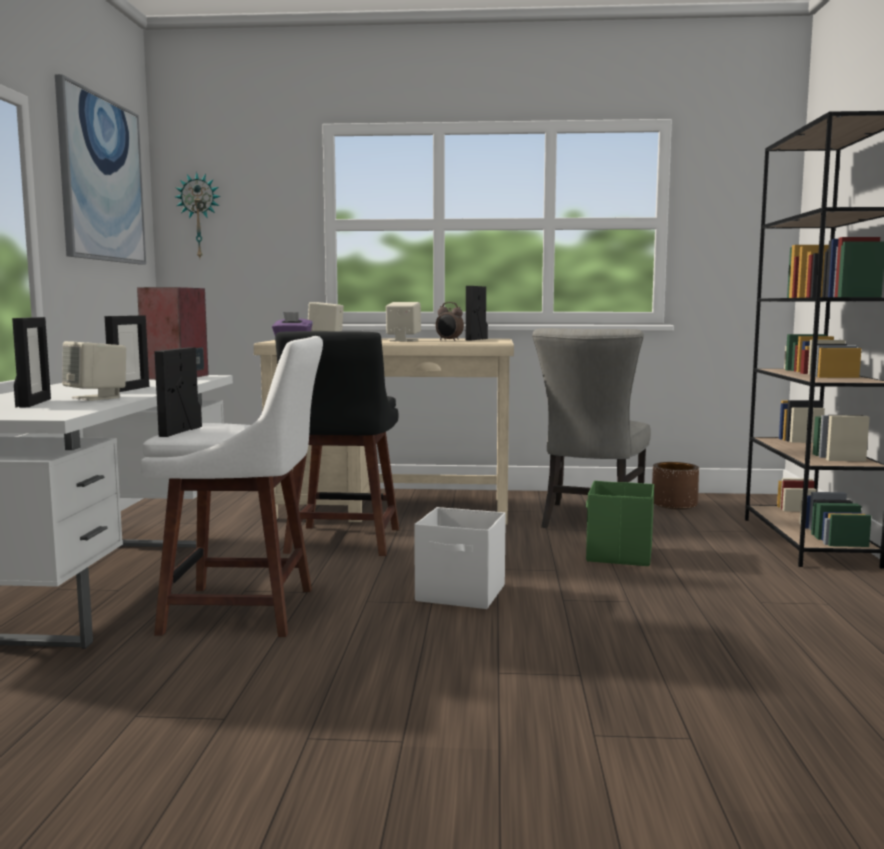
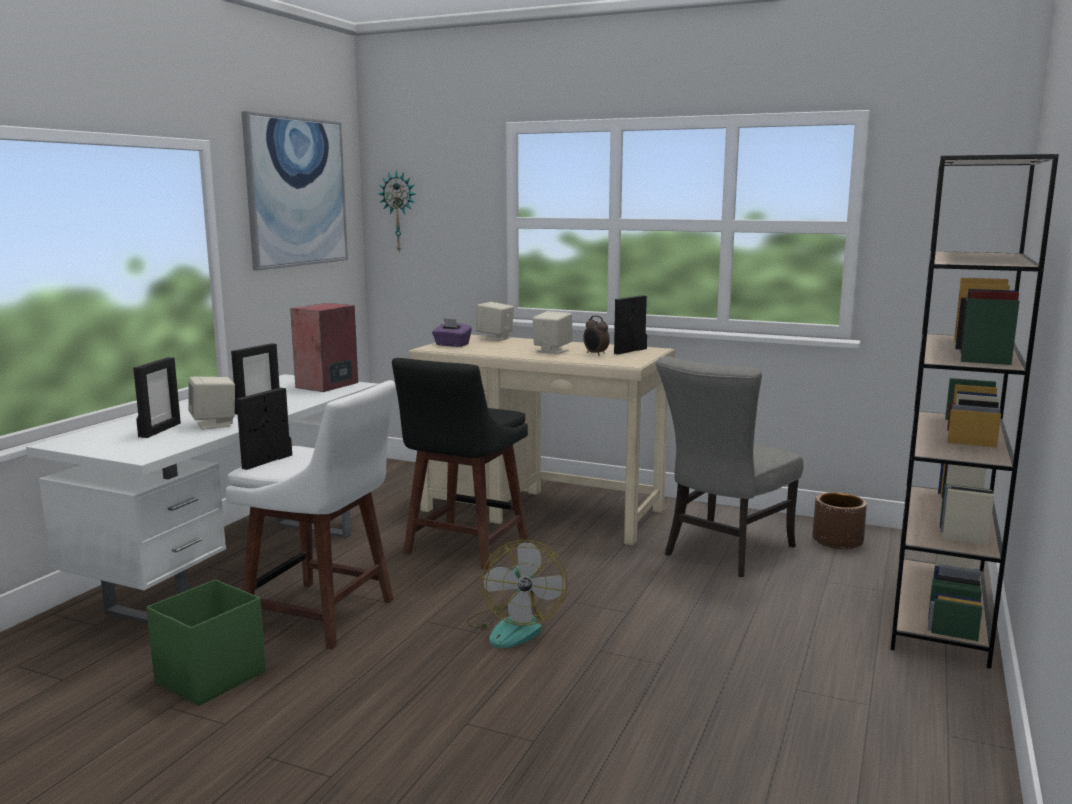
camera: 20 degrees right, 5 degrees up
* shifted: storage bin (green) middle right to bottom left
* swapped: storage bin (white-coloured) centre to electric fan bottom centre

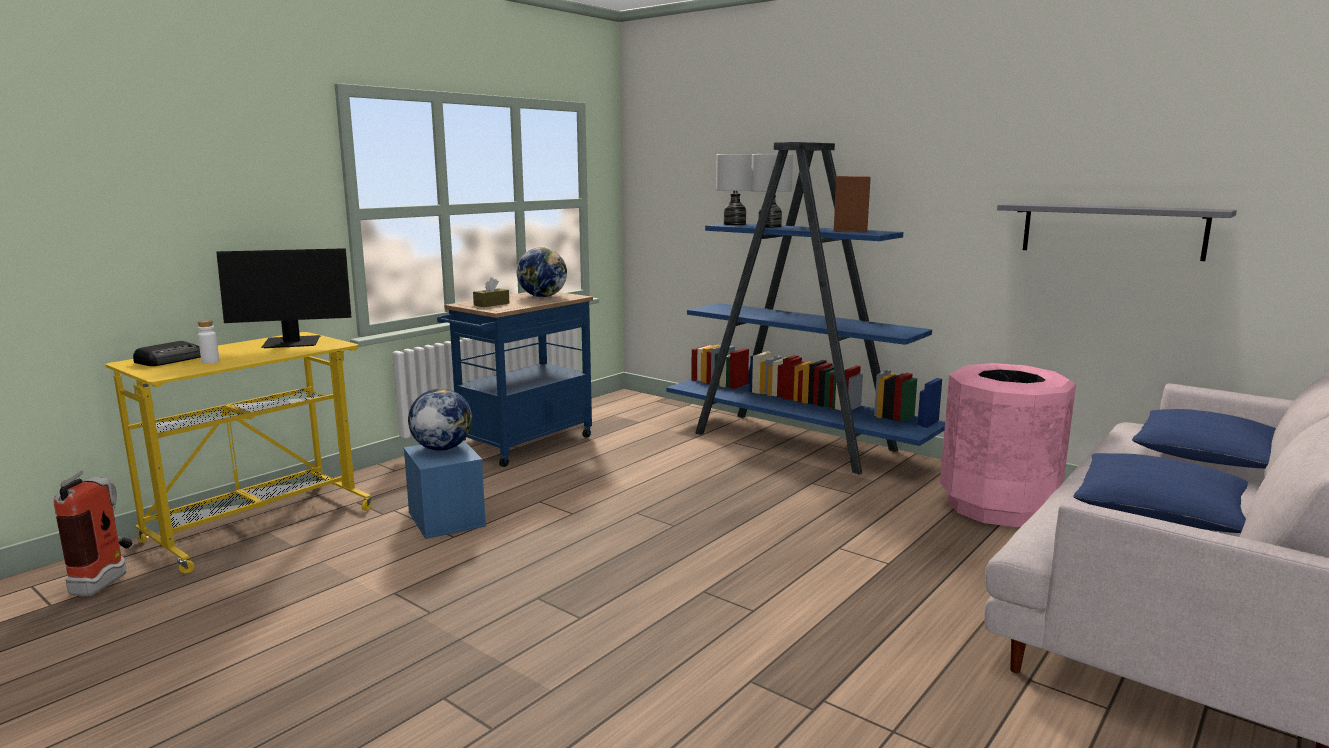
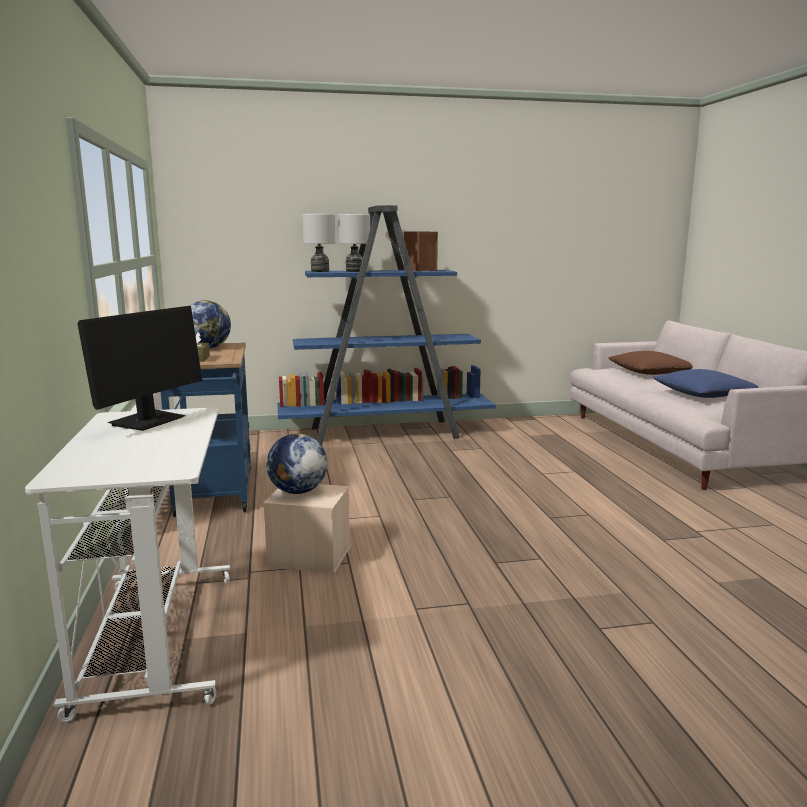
camera: 50 degrees left, 0 degrees up
* repainted: desk (yellowish) middle left to desk (white-coloured) bottom left
* repainted: storage bin (blue-coloured) centre to storage bin (beige-coloured) centre
* repainted: throw pillow (blue-coloured) (no. 2 from left) middle right to throw pillow (brown-coloured) middle right
* gone: fire extinguisher bottom left
* gone: radio receiver middle left
* gone: bottle (white-coloured) middle left
* gone: waste bin (pink) middle right
* gone: shelf (gray) top right

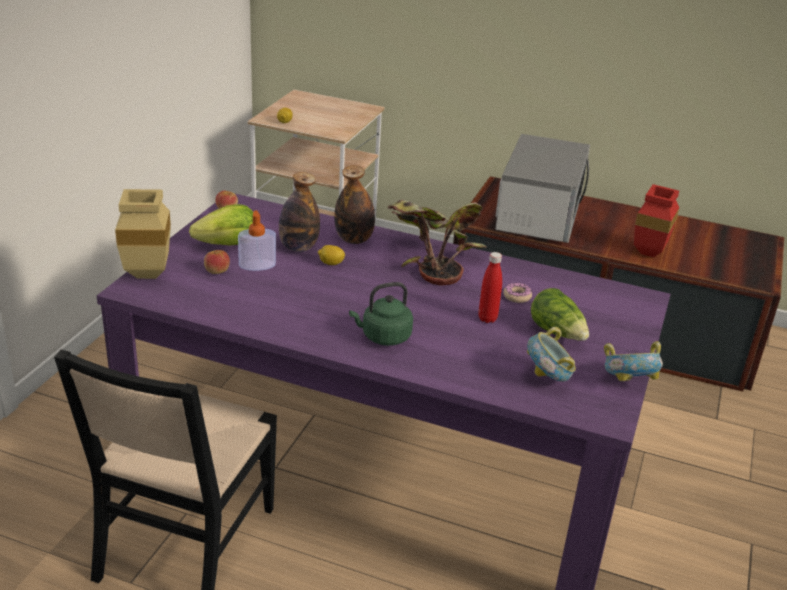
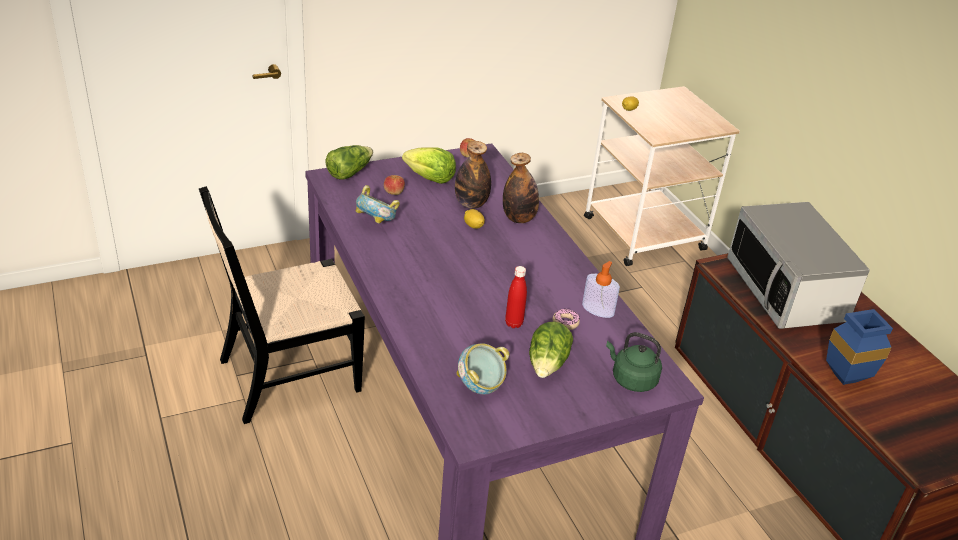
camera: 45 degrees right, 5 degrees up
* swapped: vase (beige-coloured) middle left to lettuce (no. 1 from left) top centre
* shifted: deep dish (no. 2 from left in the first image) middle right to deep dish (no. 1 from left) centre
* shifted: soap dispenser middle left to centre
* shifted: kettle (green) centre to bottom centre
* rotated: kitchen microwave top right = middle right 105 degrees clockwise
* repainted: vase (red-coloured) middle right to vase (blue-coloured) middle right
* gone: potted plant centre

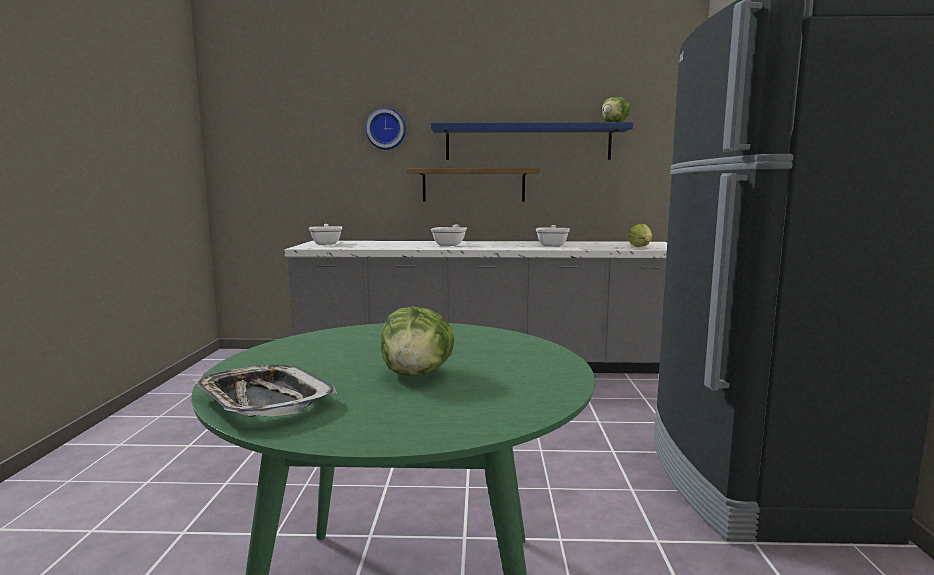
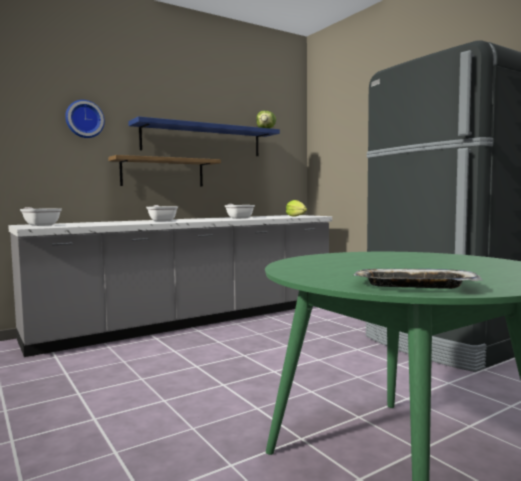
camera: 35 degrees left, 5 degrees down
* gone: lettuce (no. 1 from left) centre

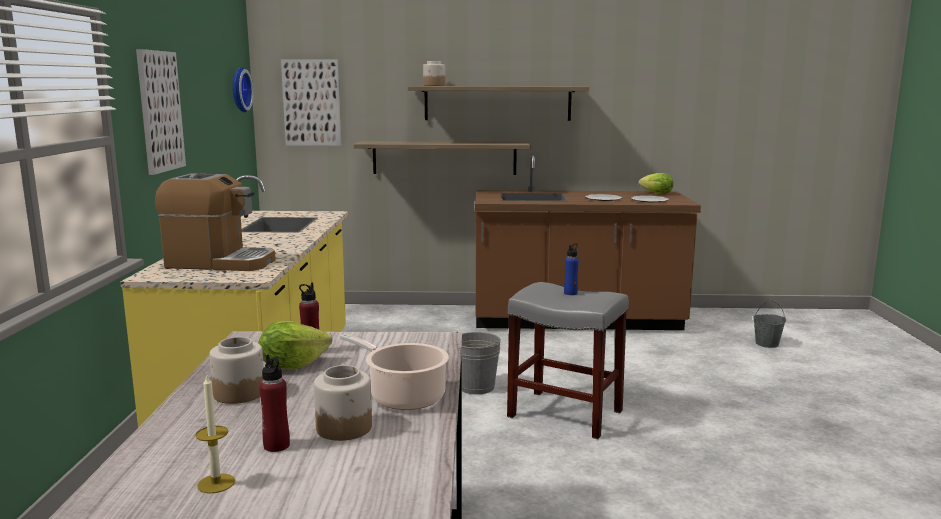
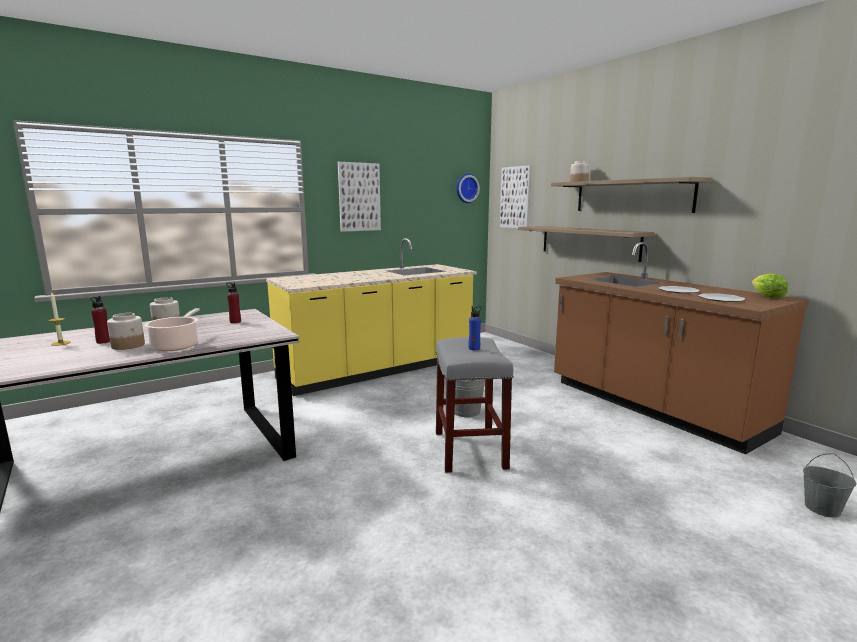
camera: 55 degrees right, 0 degrees up
* gone: coffee maker middle left
* gone: lettuce (no. 1 from left) middle left

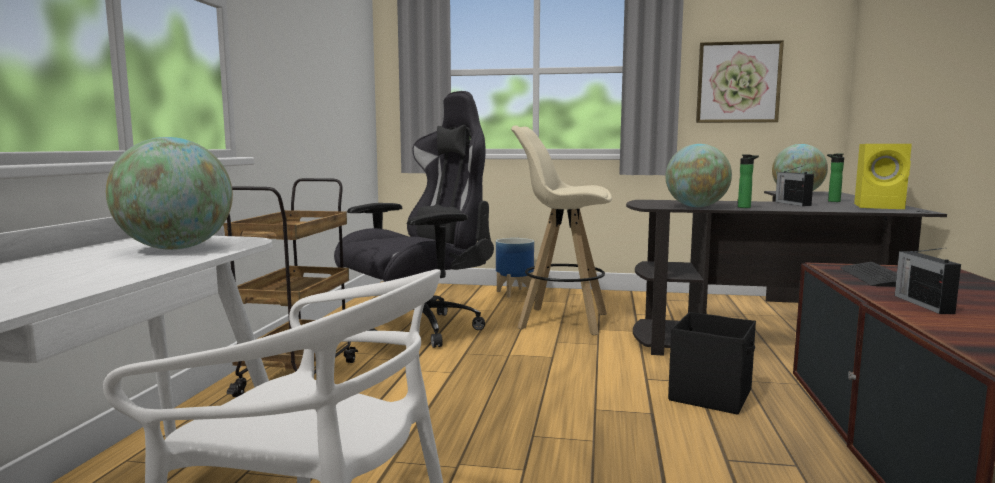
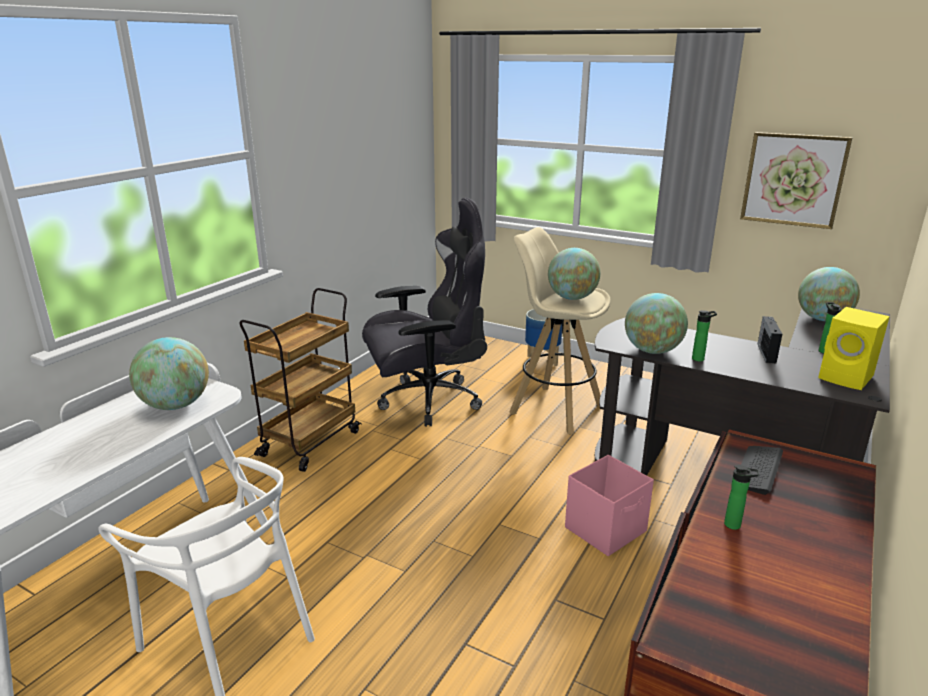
camera: 20 degrees right, 15 degrees up
* new: desk globe (no. 2 from left) centre
* repainted: storage bin (blackish) bottom right to storage bin (pink) bottom centre
* swapped: radio receiver (no. 2 from left) middle right to bottle (no. 2 from left) bottom right

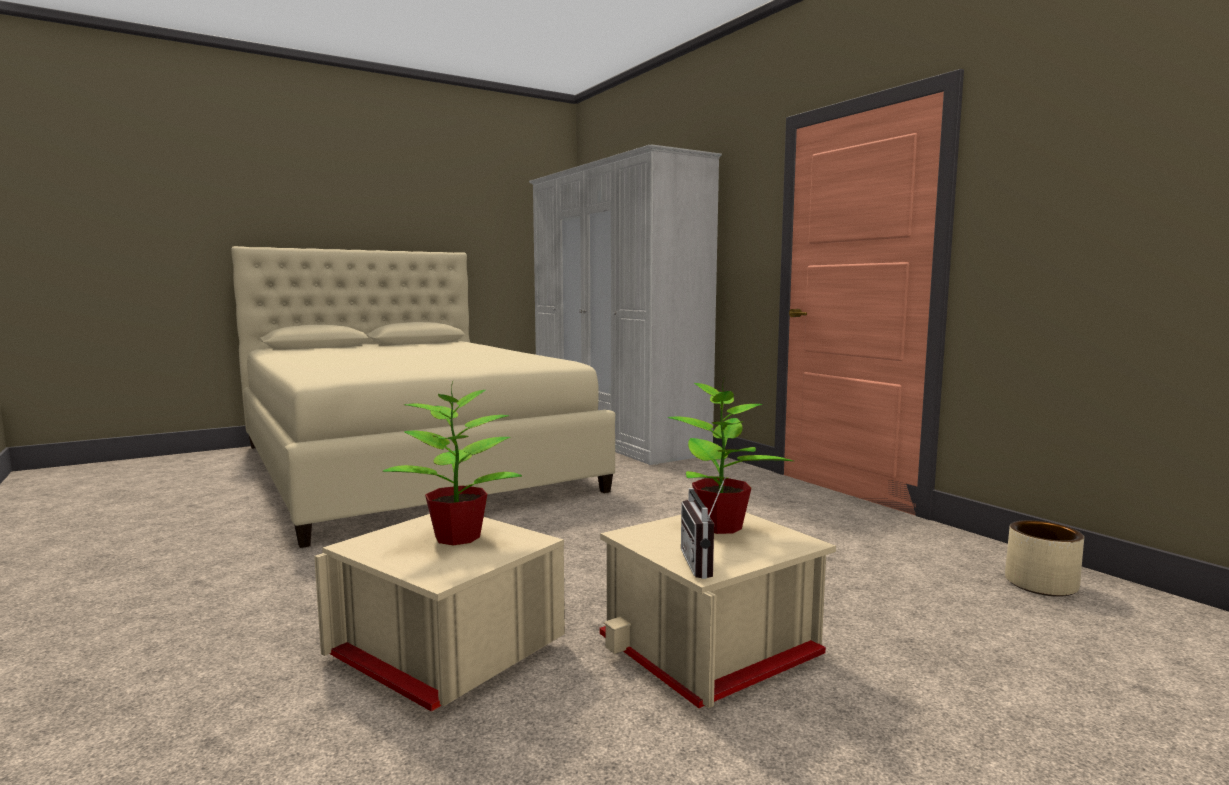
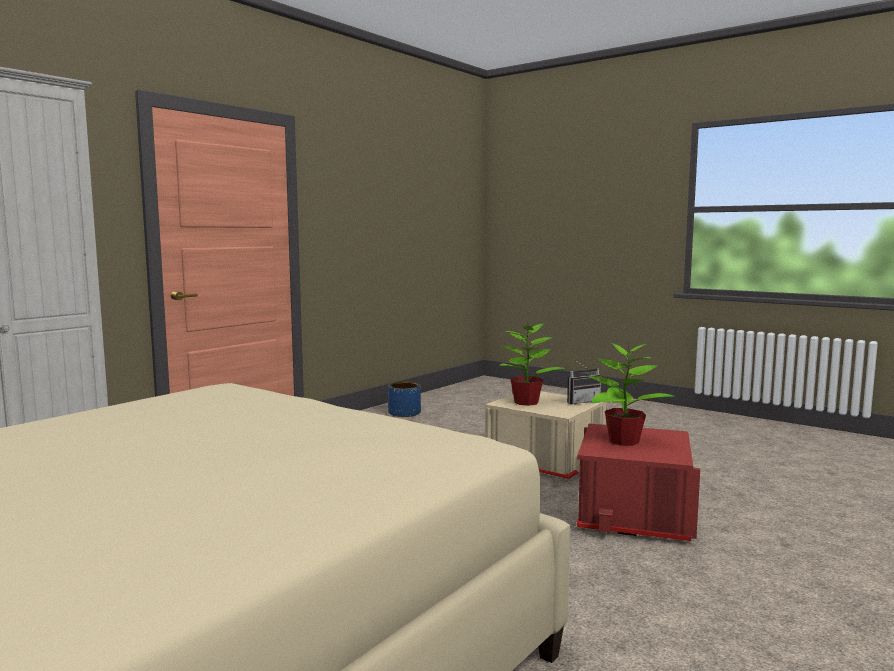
camera: 110 degrees left, 0 degrees up
* repainted: flower pot (beige-coloured) bottom right to flower pot (blue-coloured) centre
* repainted: storage bin (beige-coloured) (no. 1 from left) bottom centre to storage bin (red-coloured) bottom right

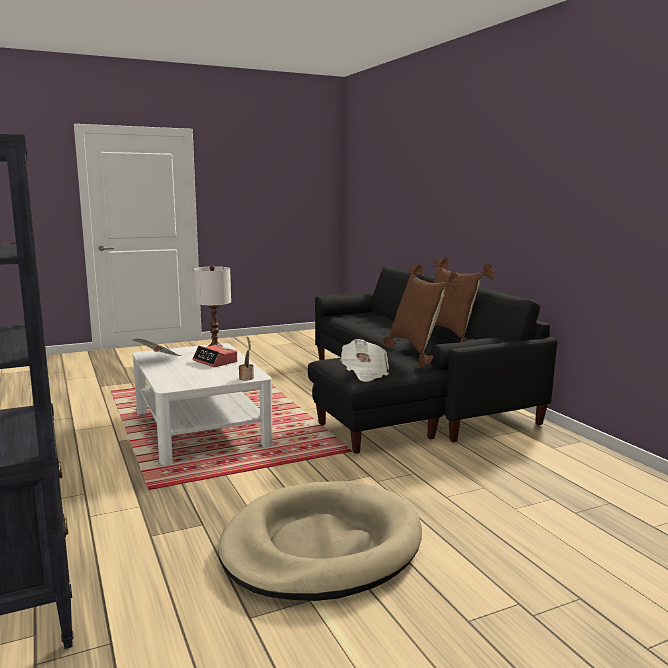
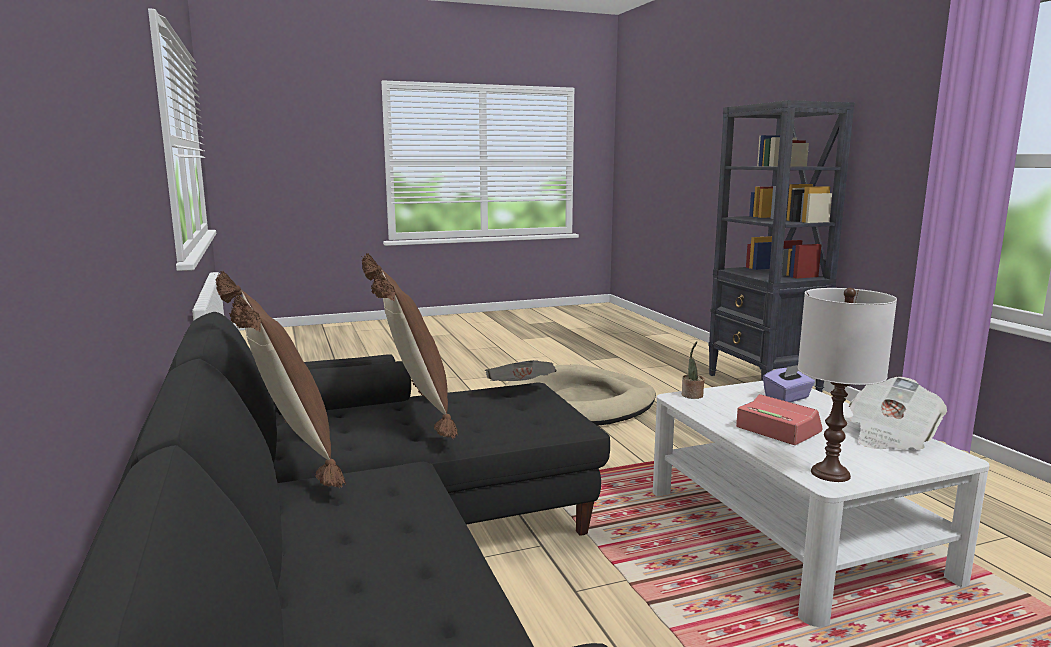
camera: 175 degrees left, 0 degrees up
* new: tissue holder (purplish) middle right

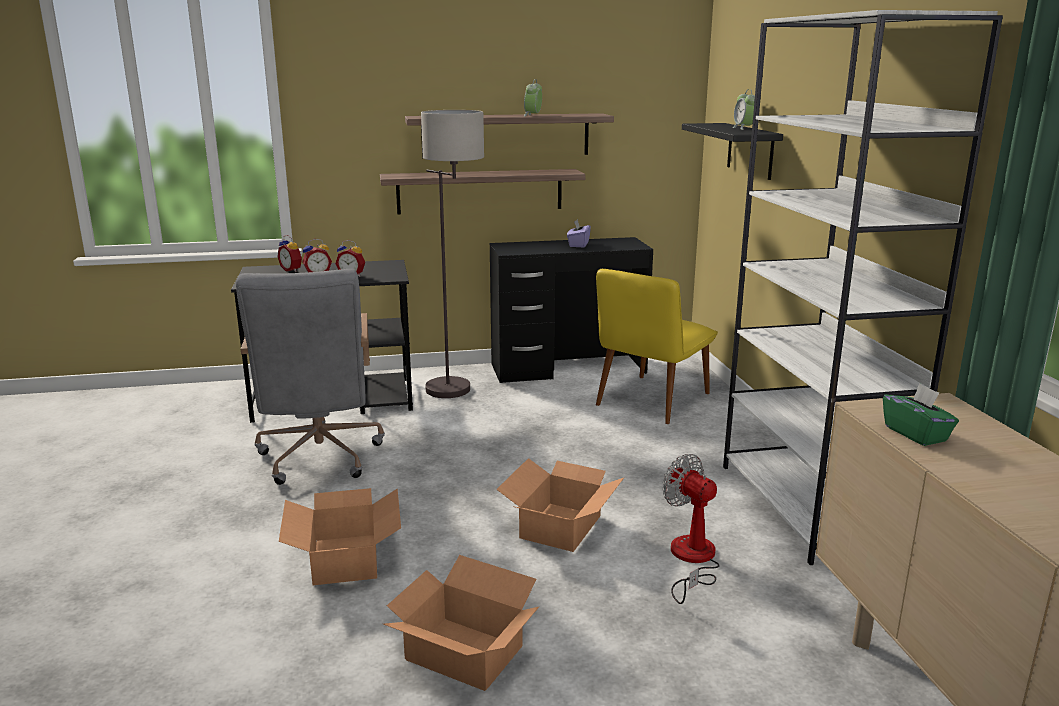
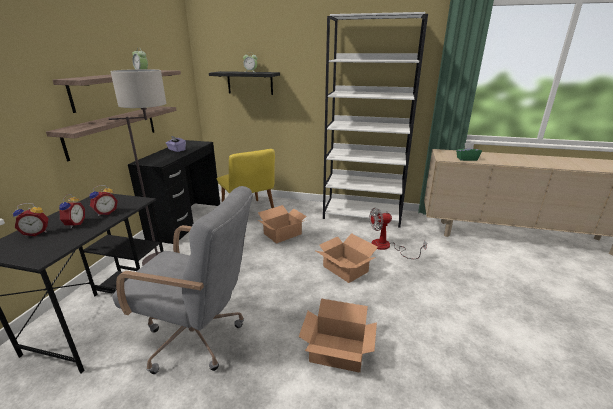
camera: 65 degrees left, 5 degrees up
* shifted: packing box (no. 2 from left in the first image) bottom centre to packing box (no. 1 from left) centre

